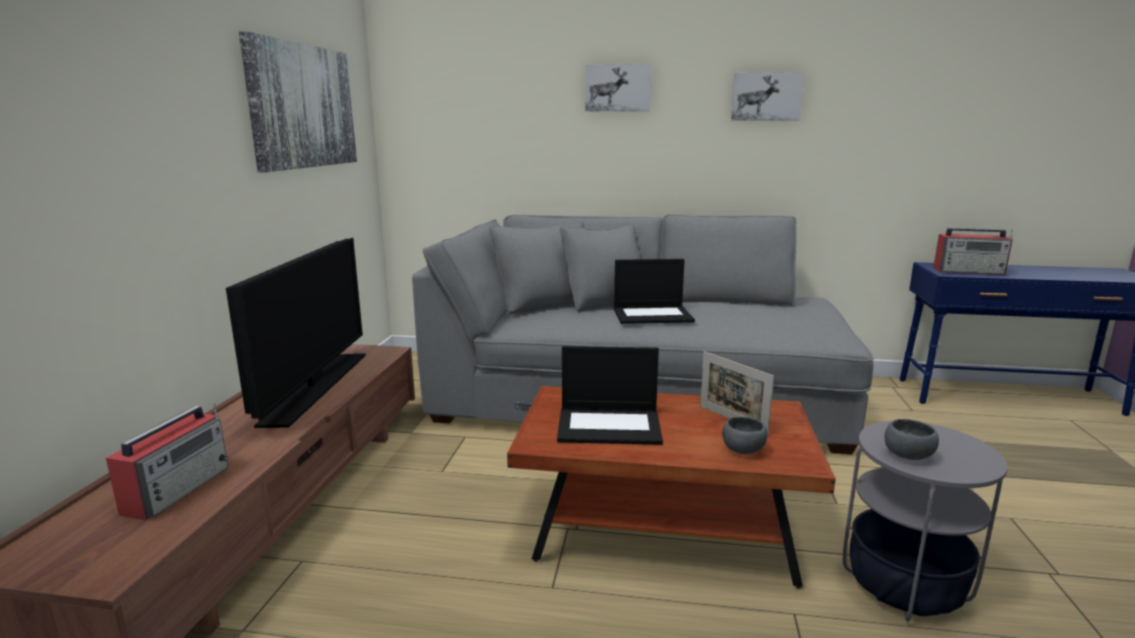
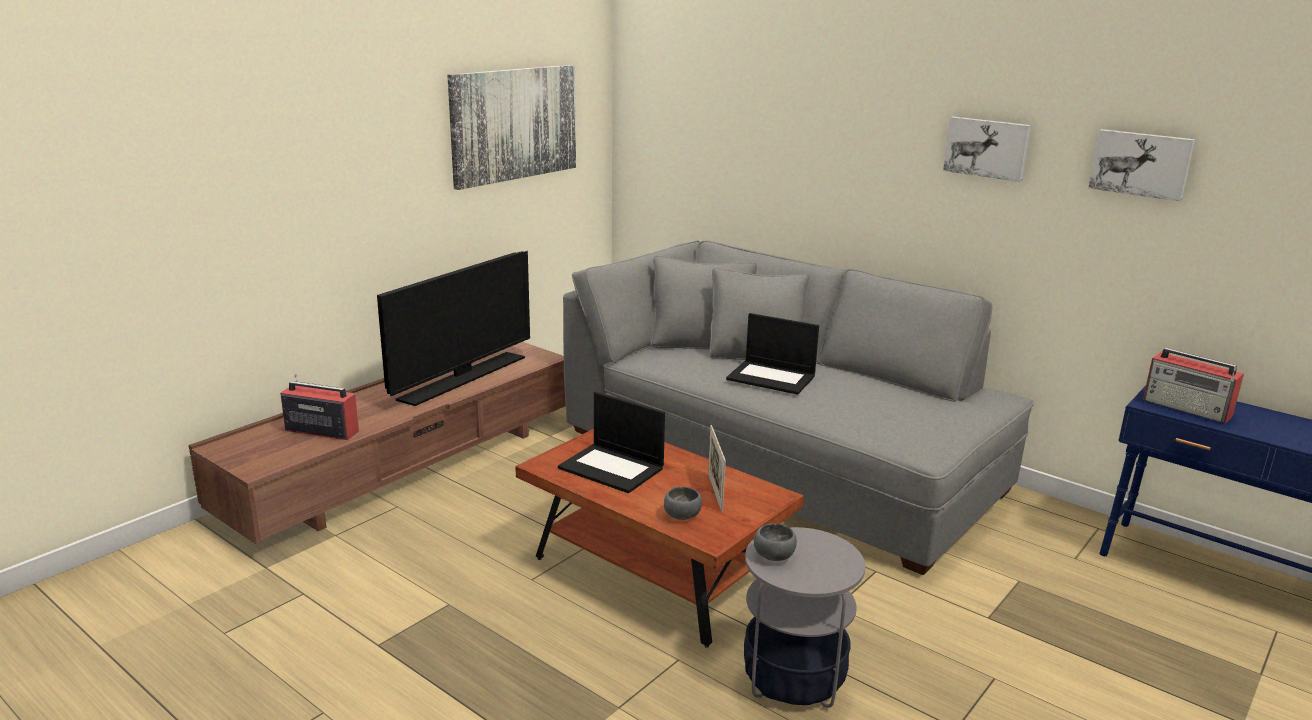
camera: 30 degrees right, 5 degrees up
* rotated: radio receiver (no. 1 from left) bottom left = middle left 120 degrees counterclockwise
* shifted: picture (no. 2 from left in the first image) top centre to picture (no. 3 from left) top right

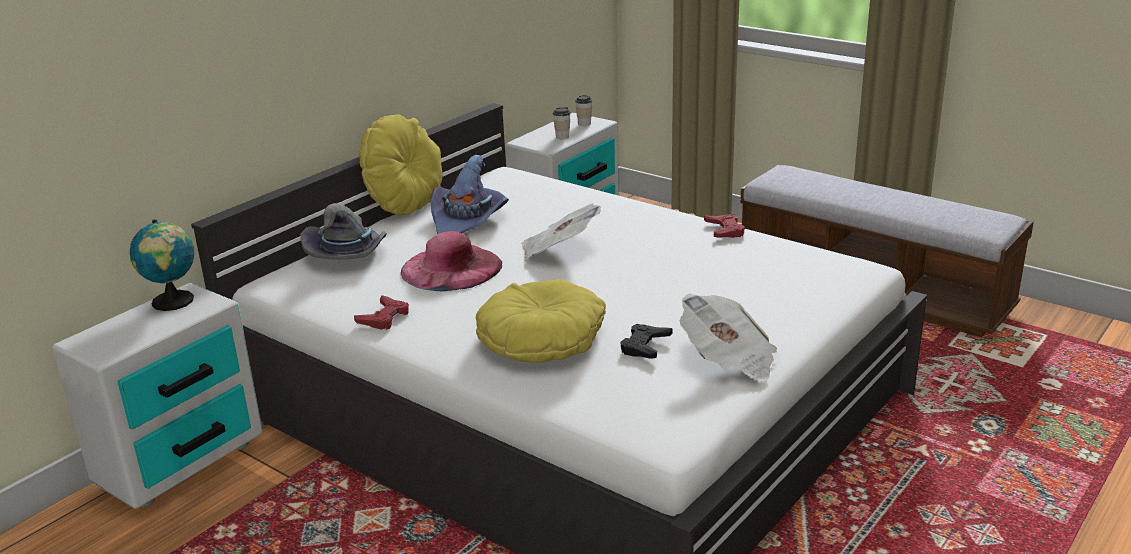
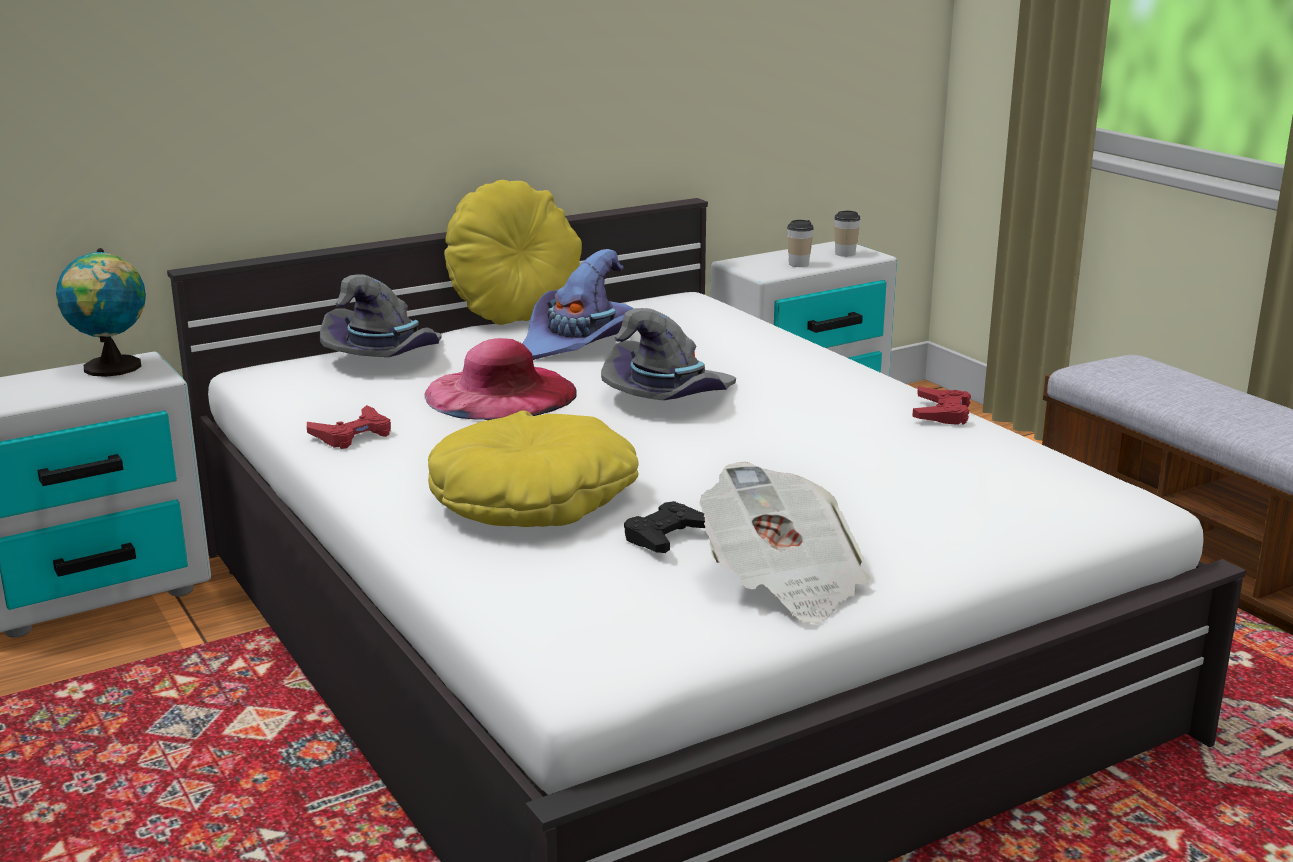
camera: 20 degrees right, 5 degrees down
* swapped: daily paper (no. 1 from left) centre to wearable hat (gray) (no. 2 from left) centre

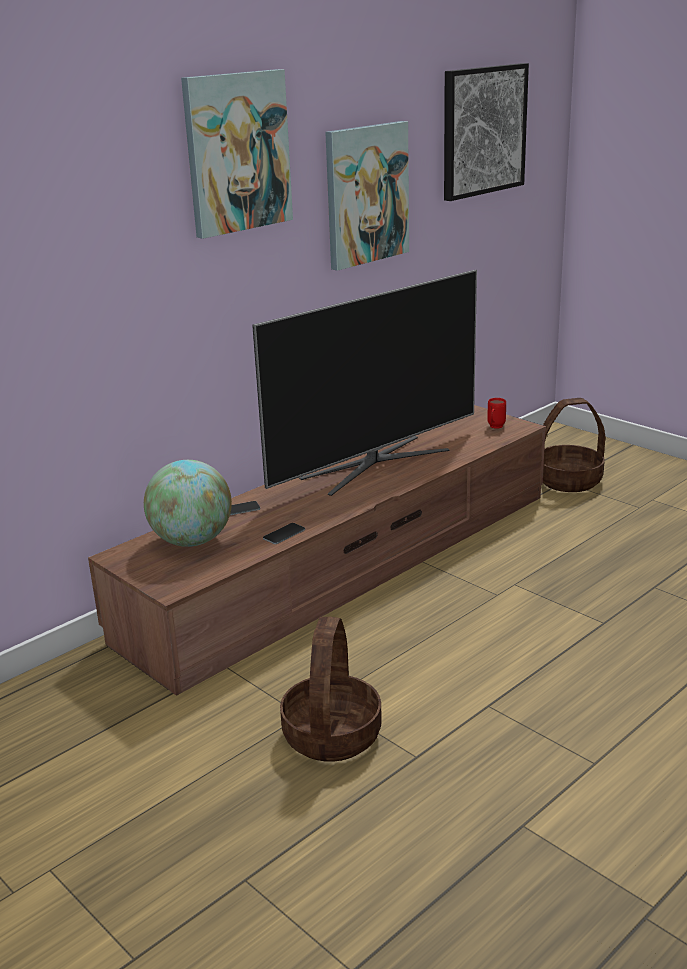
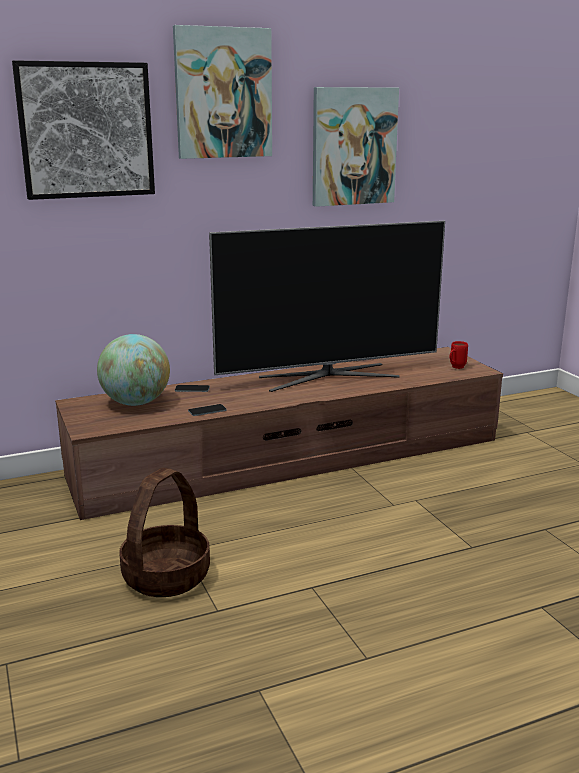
camera: 20 degrees right, 5 degrees down
* shifted: picture (no. 3 from left in the first image) top right to picture (no. 1 from left) top left
* gone: basket (no. 2 from left) middle right

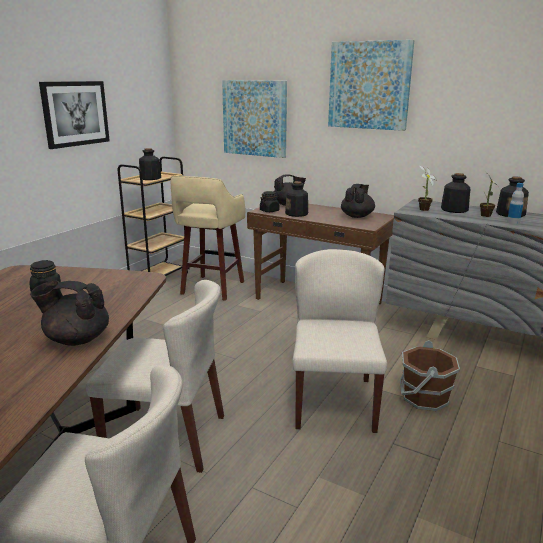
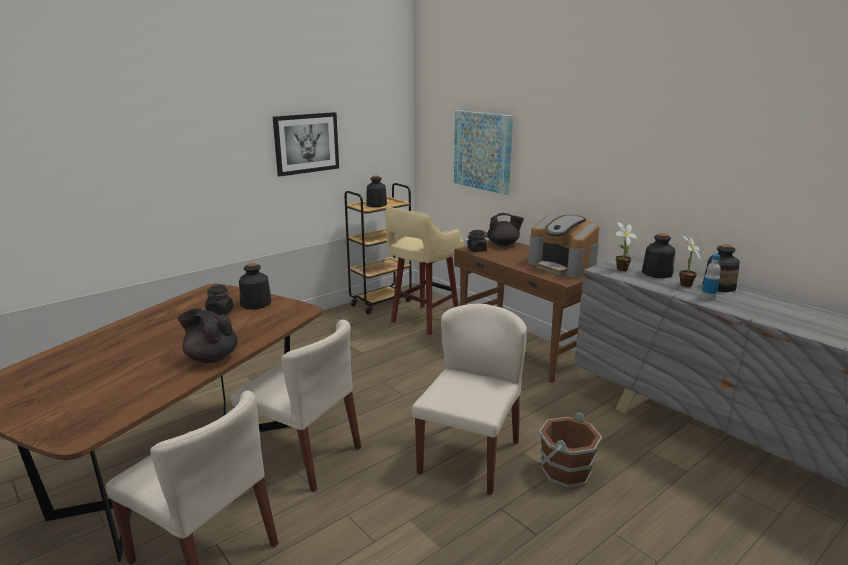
camera: 20 degrees right, 0 degrees up
* shifted: bottle (no. 2 from left in the first image) centre to bottle (no. 1 from left) middle left
* swapped: pot for tea (blackish) (no. 3 from left) centre to coffee maker centre
* gone: picture (no. 3 from left) top right

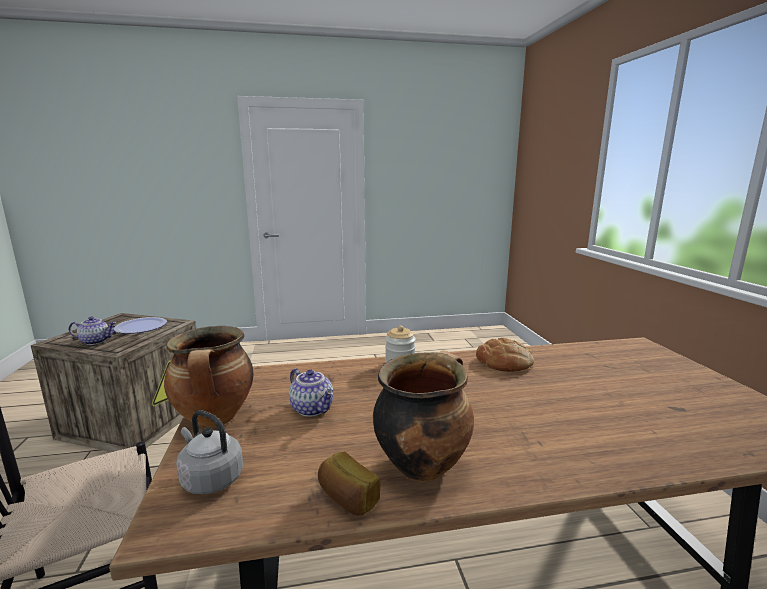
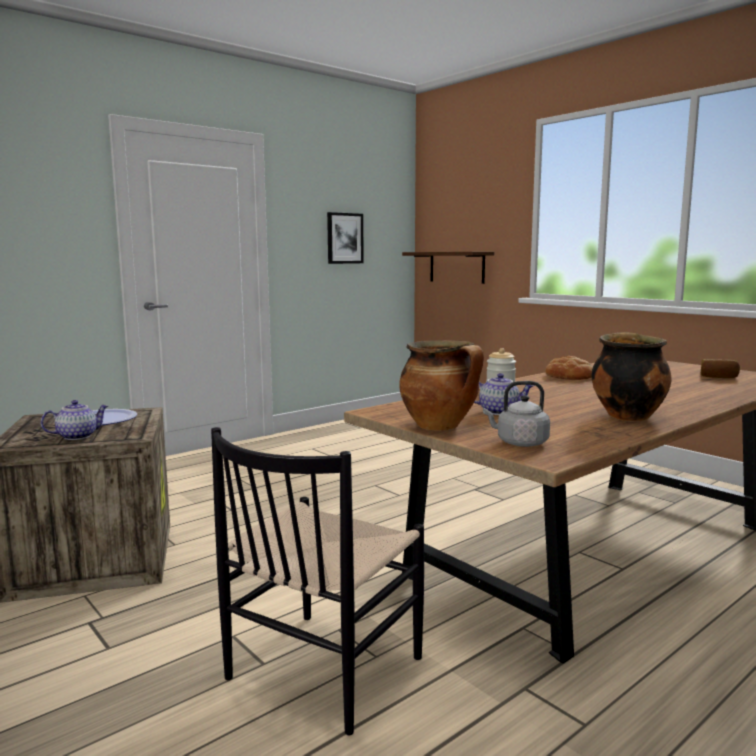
camera: 30 degrees left, 5 degrees down
* new: picture top centre
* new: shelf centre
* shifted: baked bread (no. 1 from left in the first image) bottom centre to baked bread (no. 2 from left) middle right

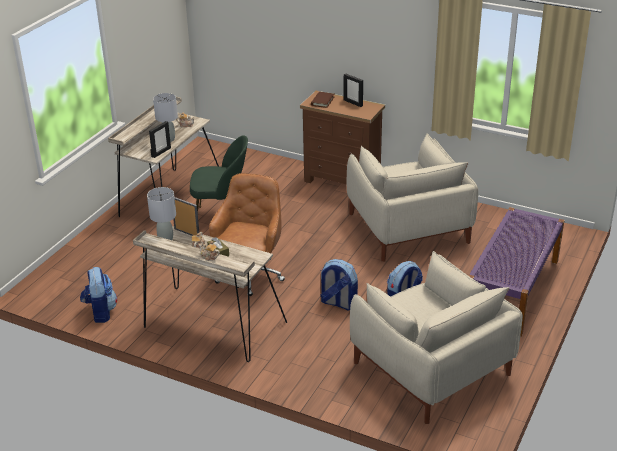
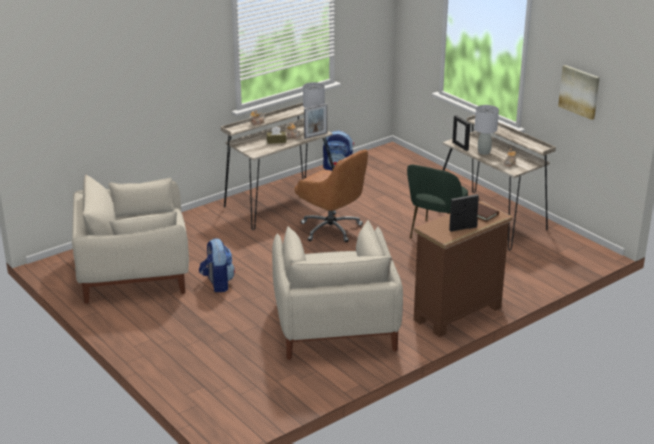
camera: 115 degrees right, 5 degrees down
* rotated: armchair (beige-coloured) (no. 1 from left in the first image) middle right = centre 105 degrees counterclockwise
* new: picture top right
* gone: knapsack (no. 2 from left) centre
* gone: long seat (purplish) middle right

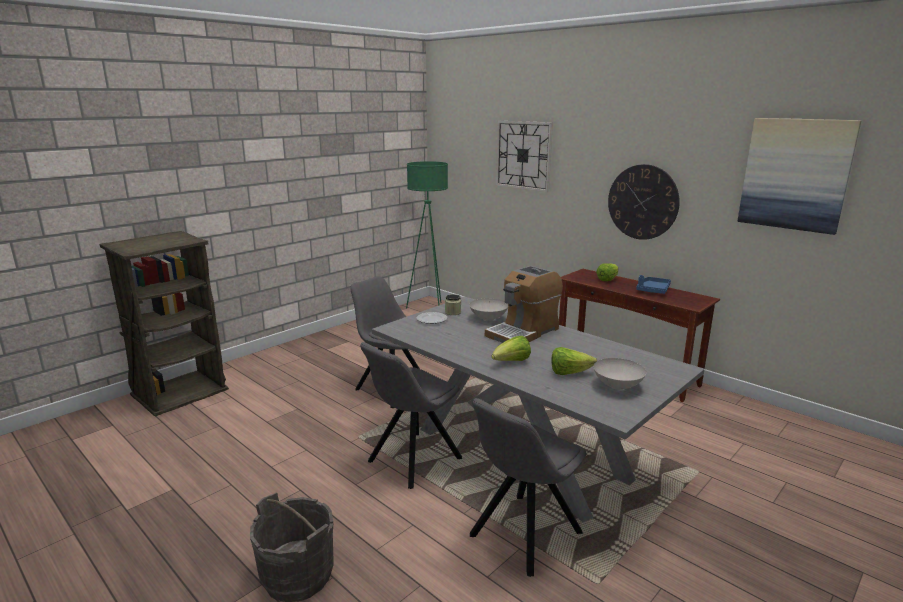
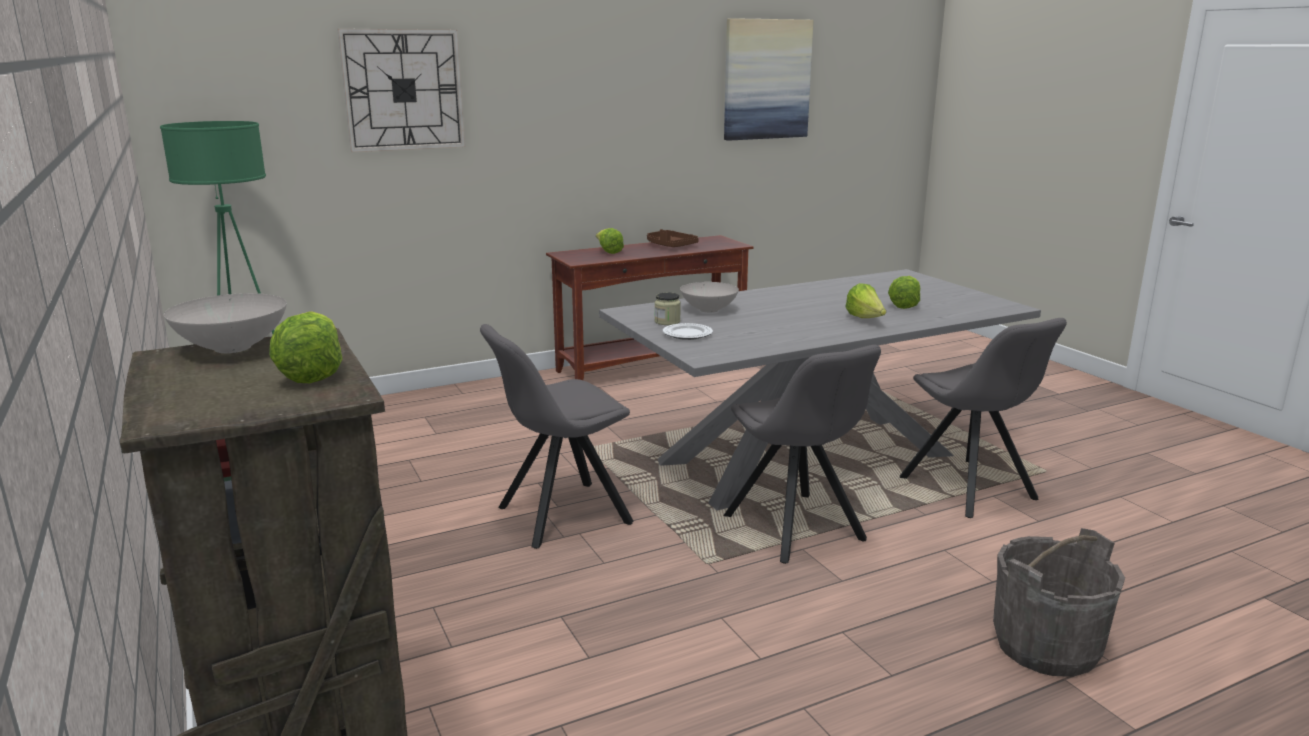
camera: 70 degrees left, 0 degrees up
* shifted: deep dish (white-coloured) (no. 2 from left in the first image) middle right to deep dish (white-coloured) (no. 1 from left) middle left
* new: lettuce (no. 1 from left) middle left
* repainted: serving tray (blue-coloured) middle right to serving tray (brown-coloured) top centre
* gone: coffee maker centre
* gone: clock on the wall (no. 2 from left) middle right

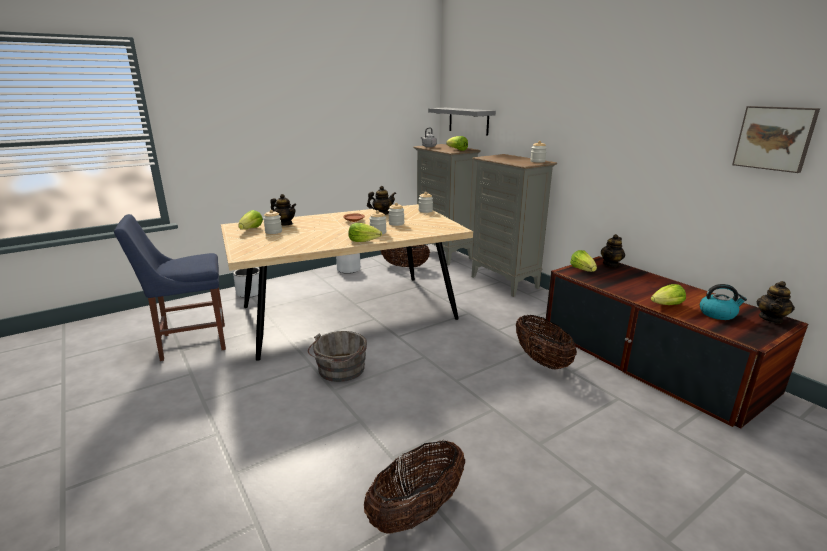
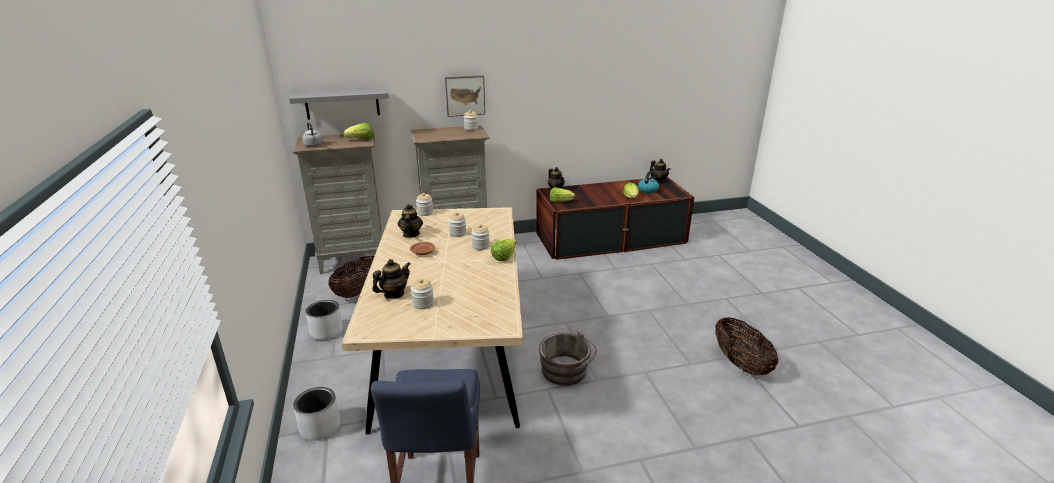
camera: 70 degrees left, 5 degrees up
* shifted: picture top right to top centre
* gone: lettuce (no. 1 from left) middle left
* gone: basket (no. 3 from left) centre

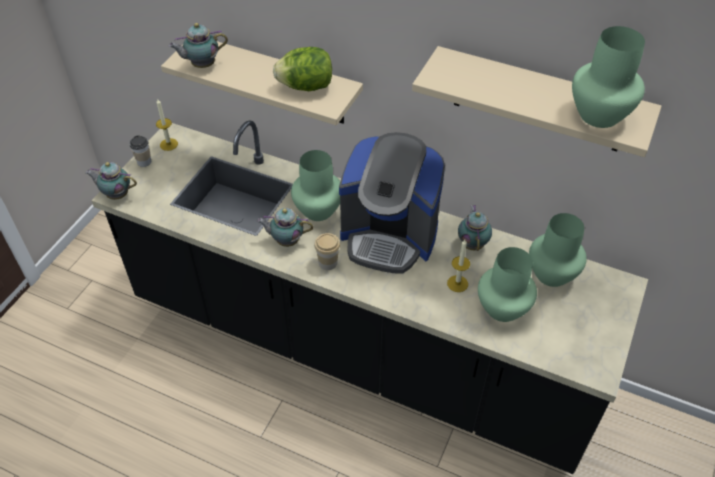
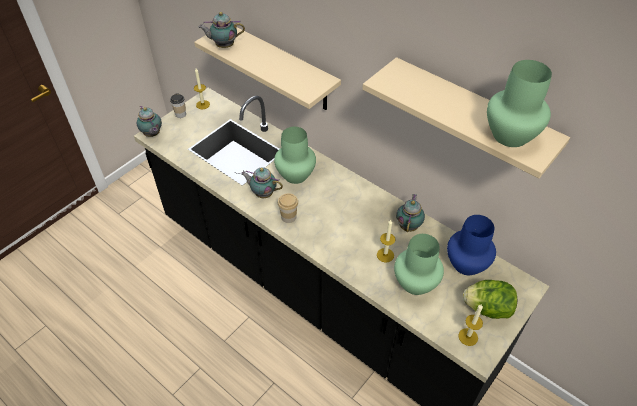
camera: 15 degrees right, 0 degrees up
* rotated: pot for tea (no. 1 from left) middle left = top left 150 degrees counterclockwise
* repainted: vase (green) (no. 3 from left) middle right to vase (blue-coloured) middle right
* new: wax candle (no. 3 from left) bottom right
* shifted: lettuce top centre to bottom right
* gone: coffee maker centre

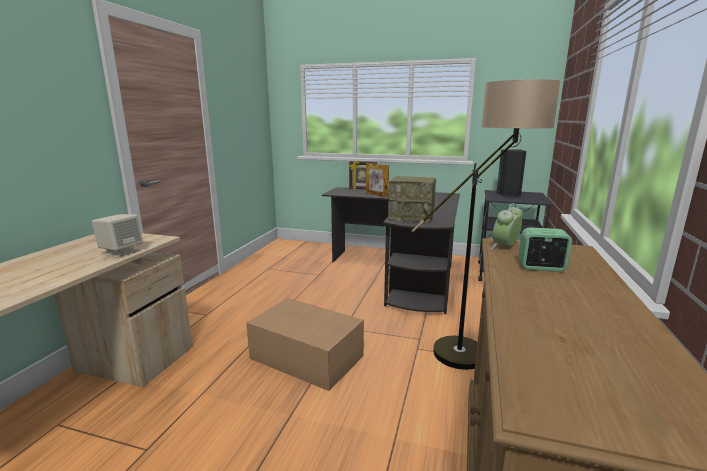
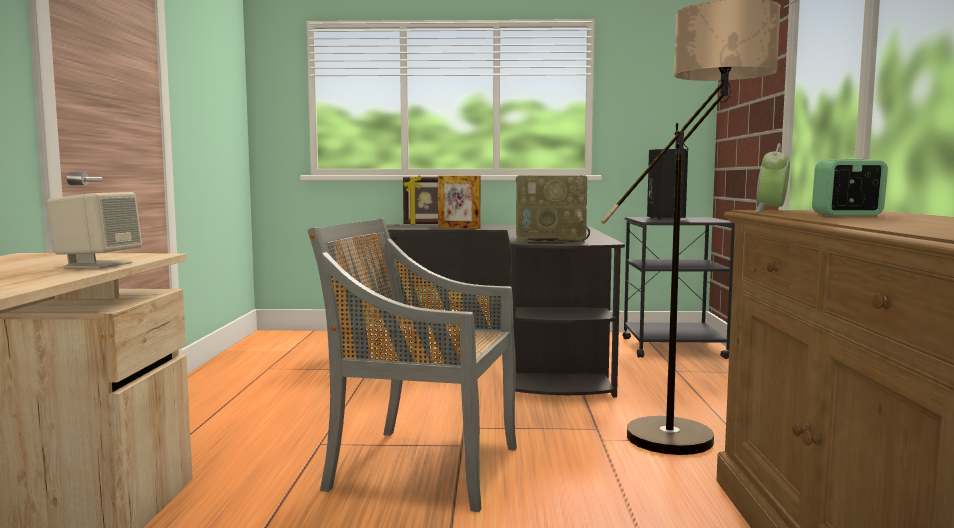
camera: 15 degrees left, 10 degrees down
* swapped: packing box bottom centre to upright chair (gray) bottom centre

